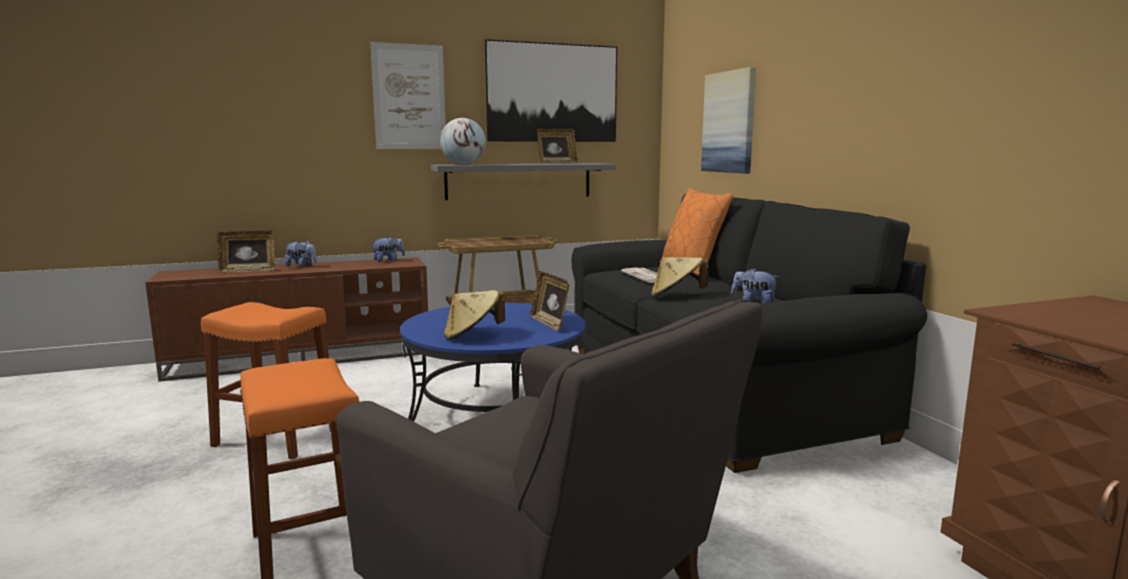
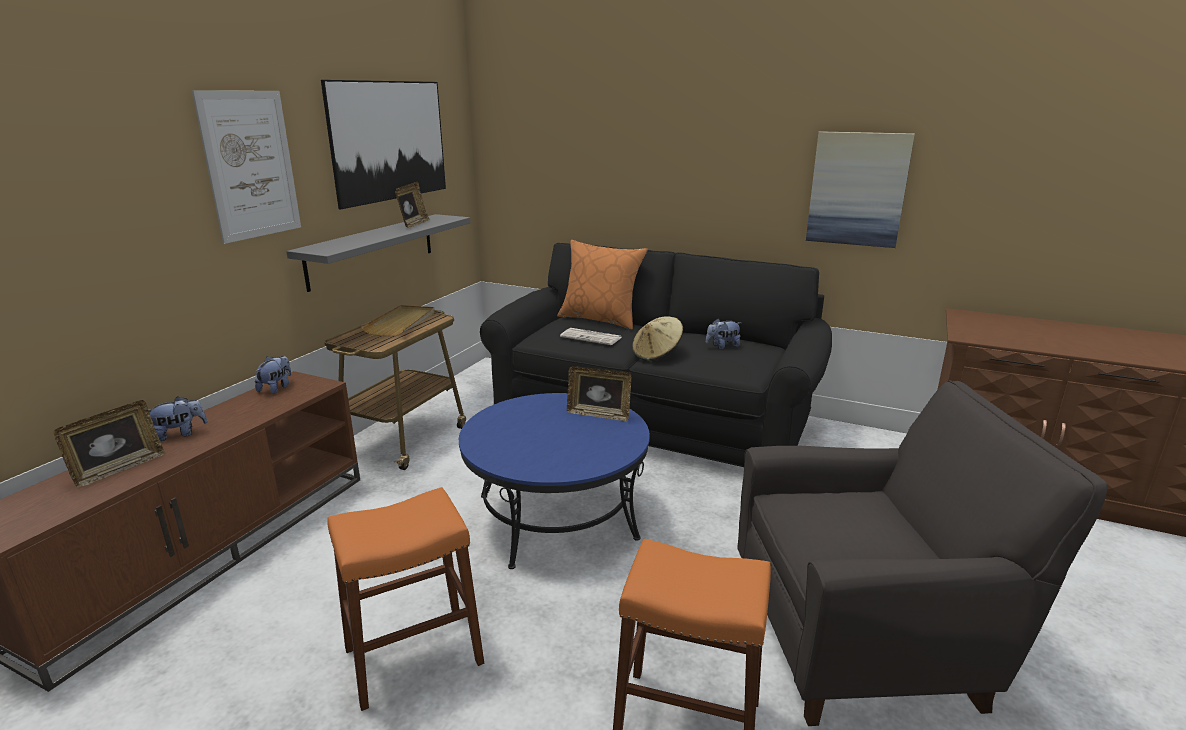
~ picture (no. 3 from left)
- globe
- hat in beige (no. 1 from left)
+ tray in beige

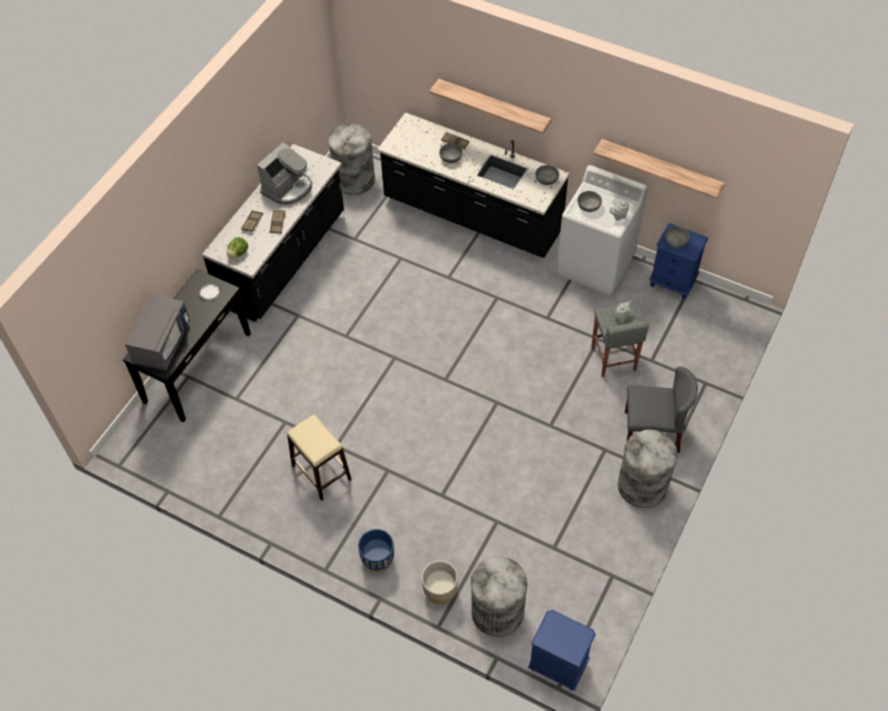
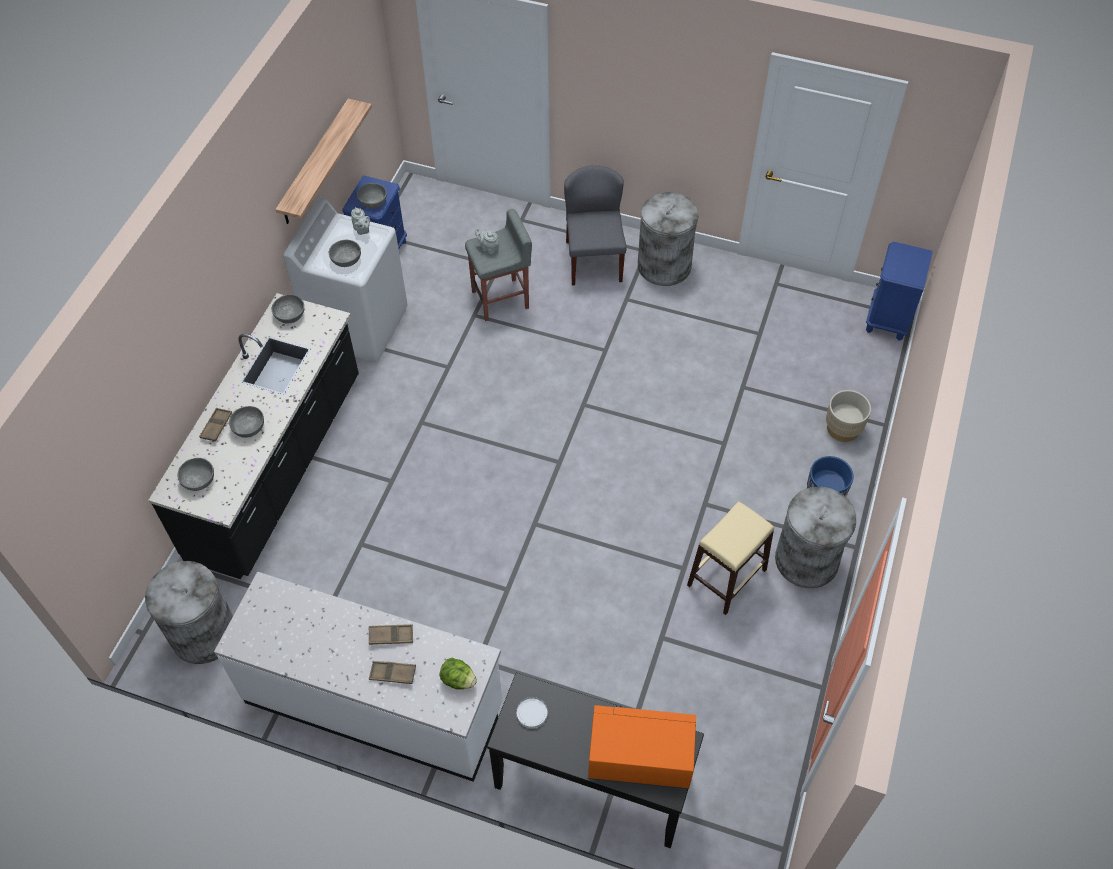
- shelf (no. 1 from left)
- coffee machine
~ counter in black (no. 1 from left) to counter in white
~ microwave in grey to microwave in orange
~ trash can in grey (no. 2 from left in the first image) to trash can in grey (no. 3 from left)
+ bowl in grey (no. 1 from left)

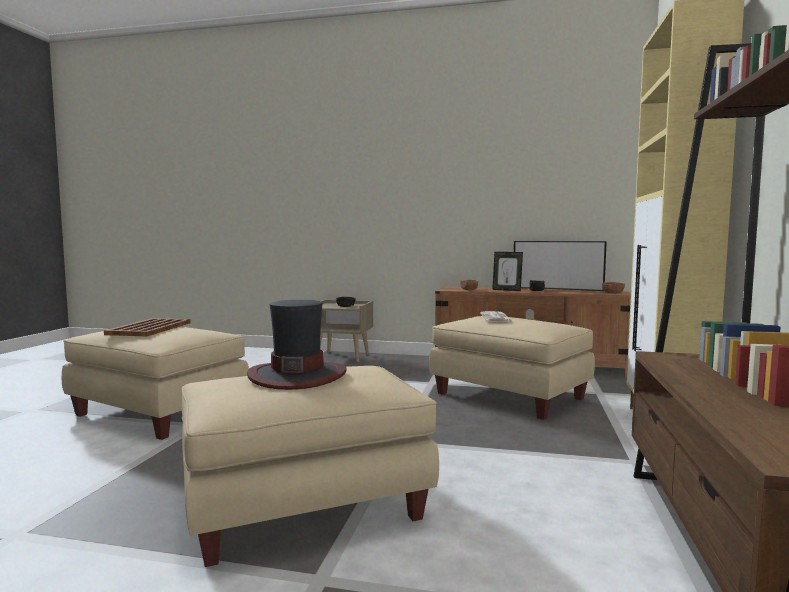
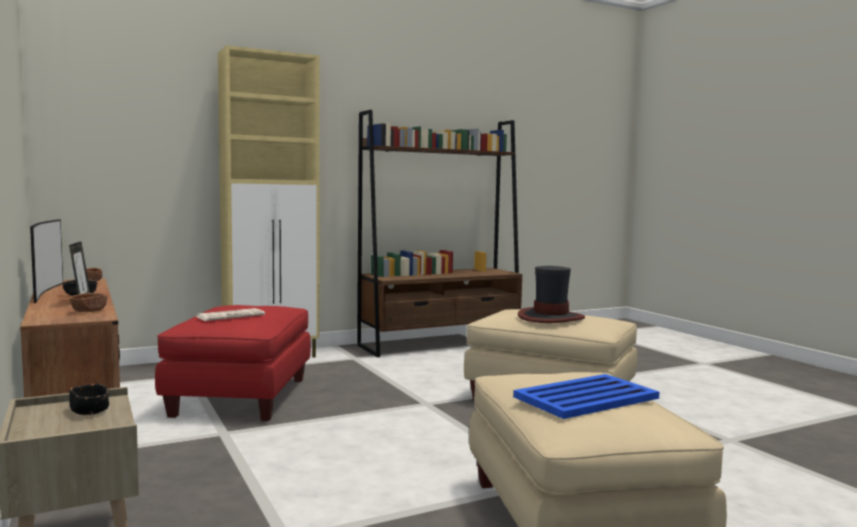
~ ottoman in beige (no. 3 from left) to ottoman in red
~ tray in brown to tray in blue

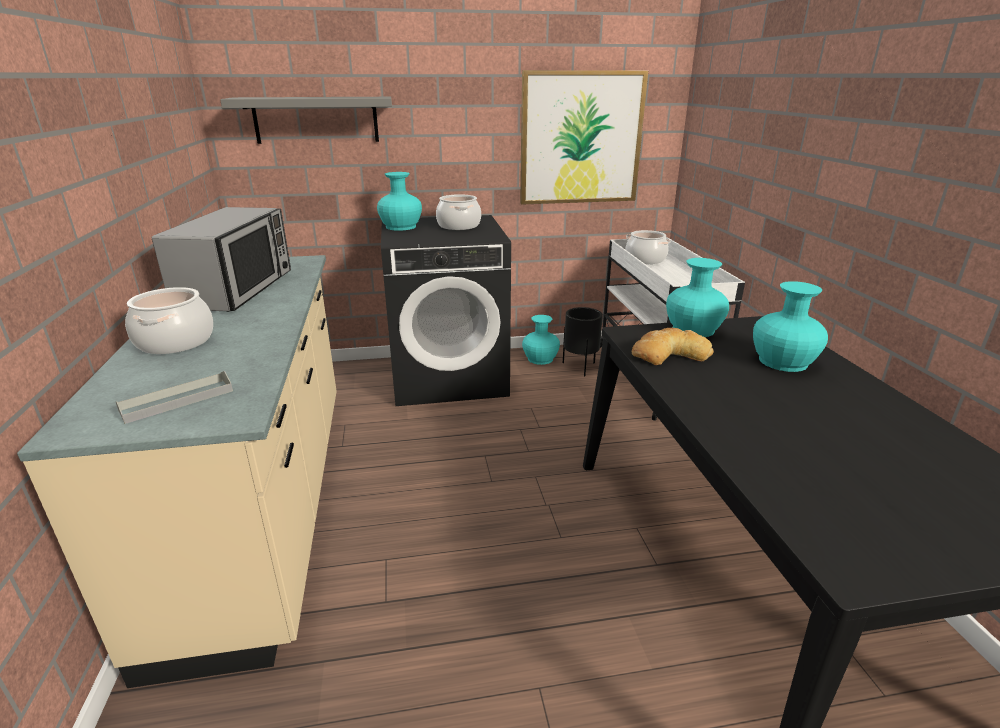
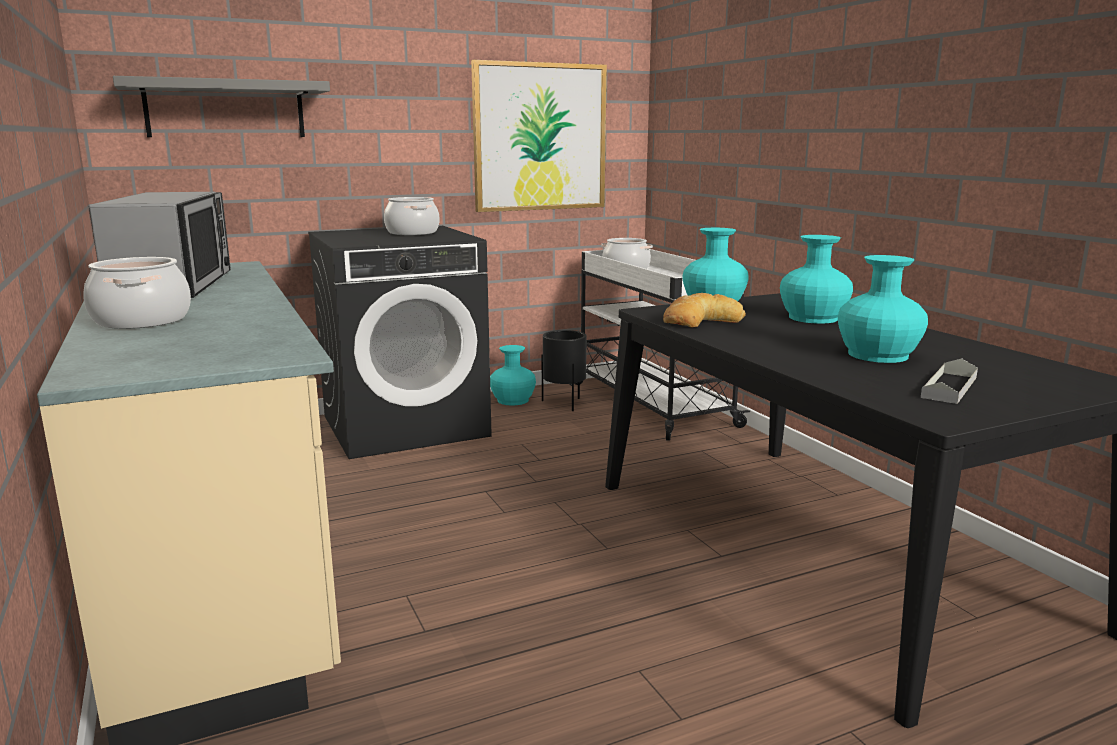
~ vase in turquoise (no. 1 from left in the first image) to vase in turquoise (no. 4 from left)
~ tray in grey

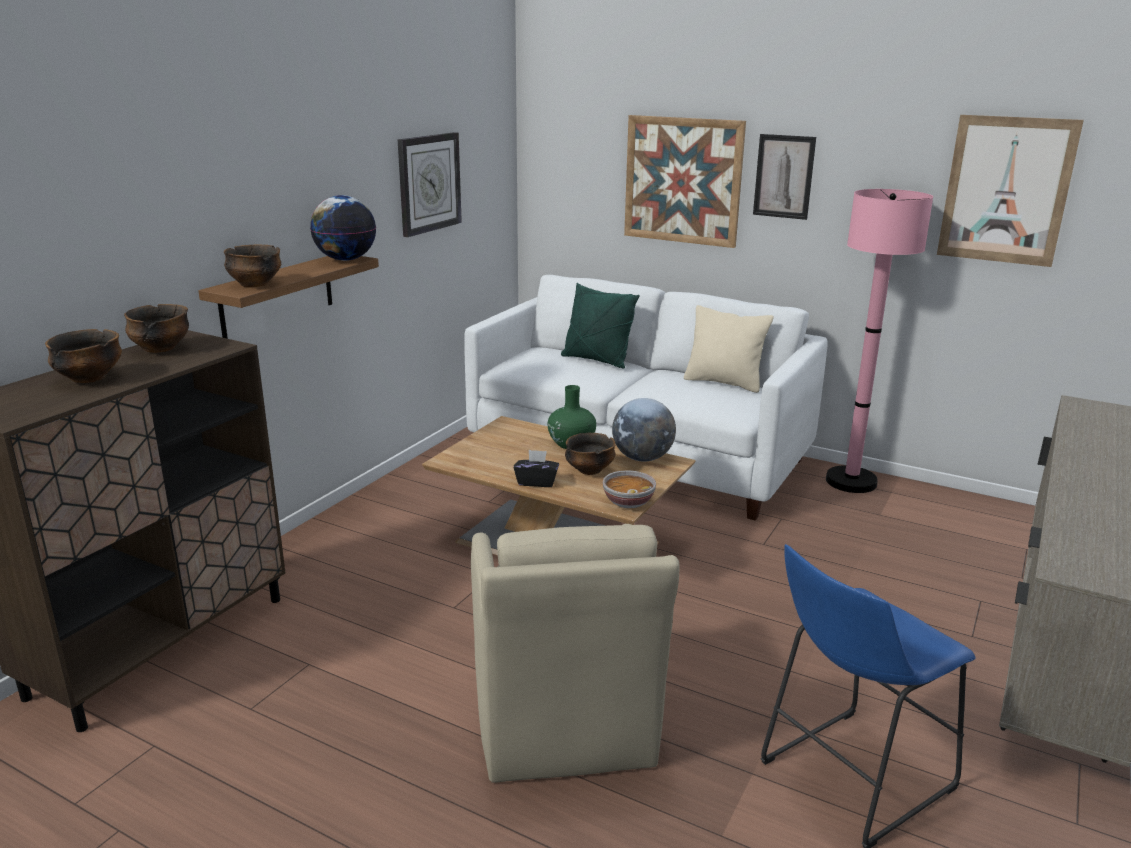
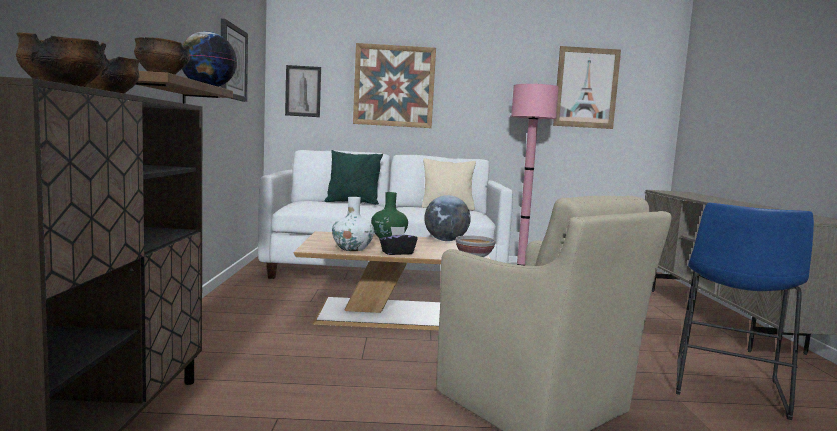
~ picture (no. 2 from left in the first image) to picture (no. 1 from left)
- bowl (no. 4 from left)
+ vase in white

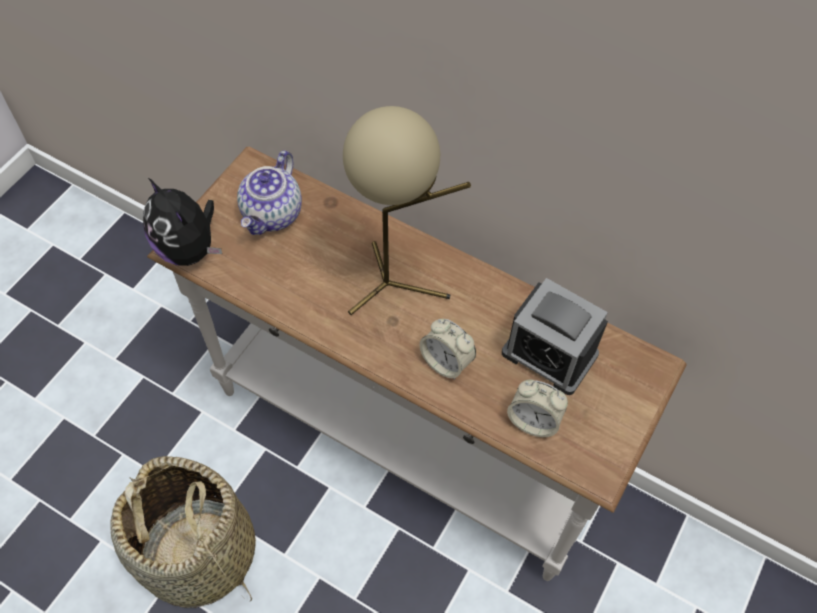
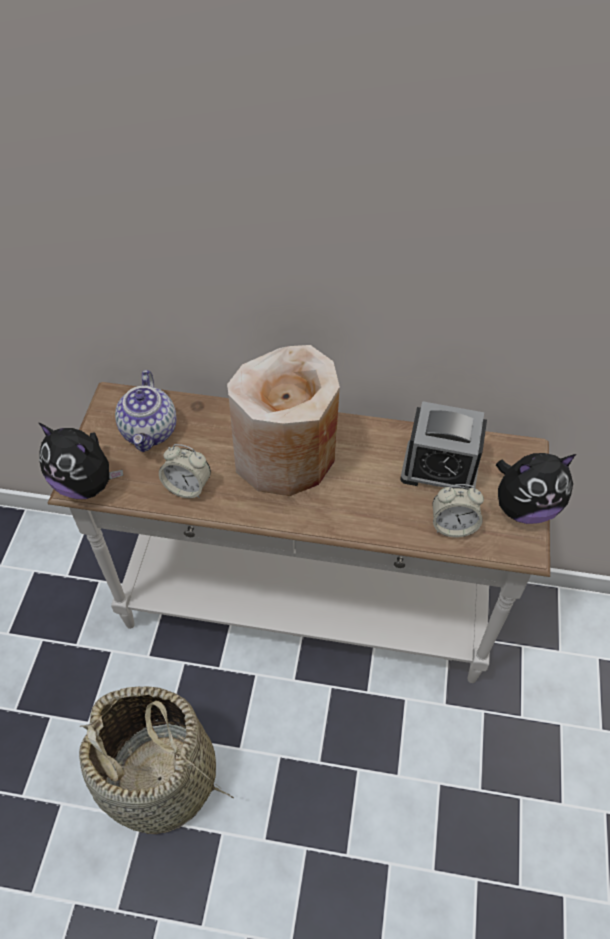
~ table lamp in beige to vase in beige
~ alarm clock (no. 1 from left)
+ plush toy (no. 2 from left)

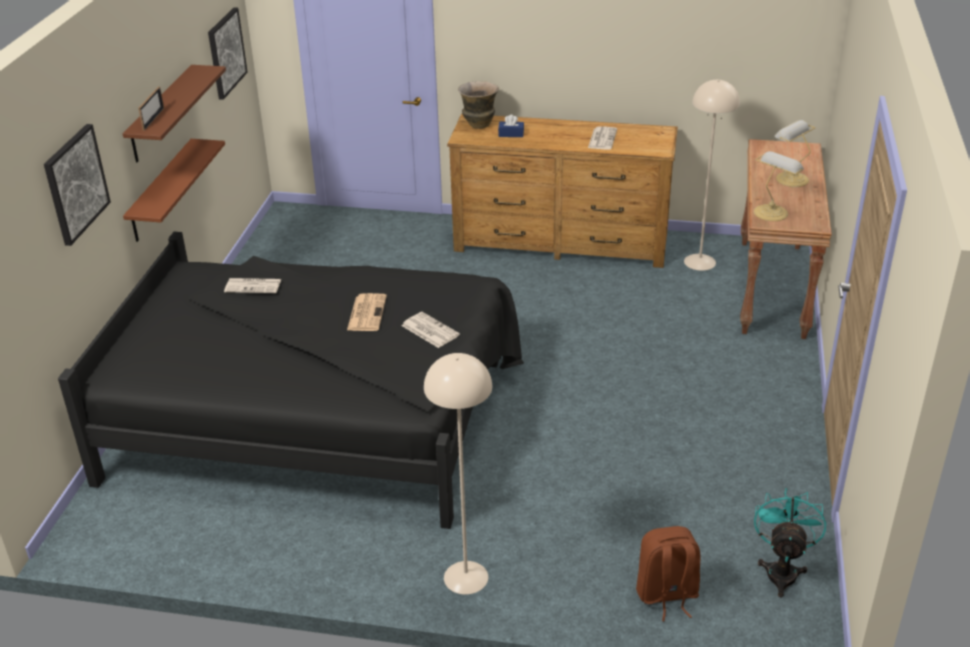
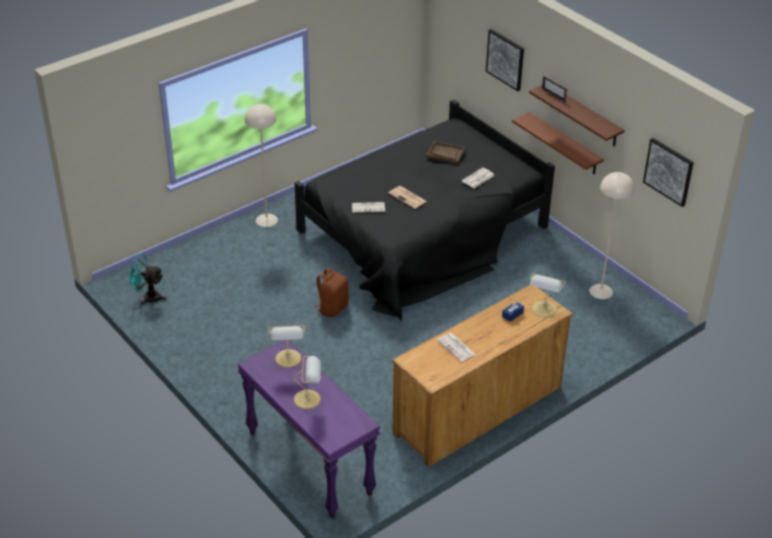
~ floor lamp in beige (no. 2 from left)
~ vase to table lamp (no. 3 from left)
~ console table in brown to console table in purple
~ fan in turquoise 135 degrees clockwise
~ backpack in brown
+ tray in brown

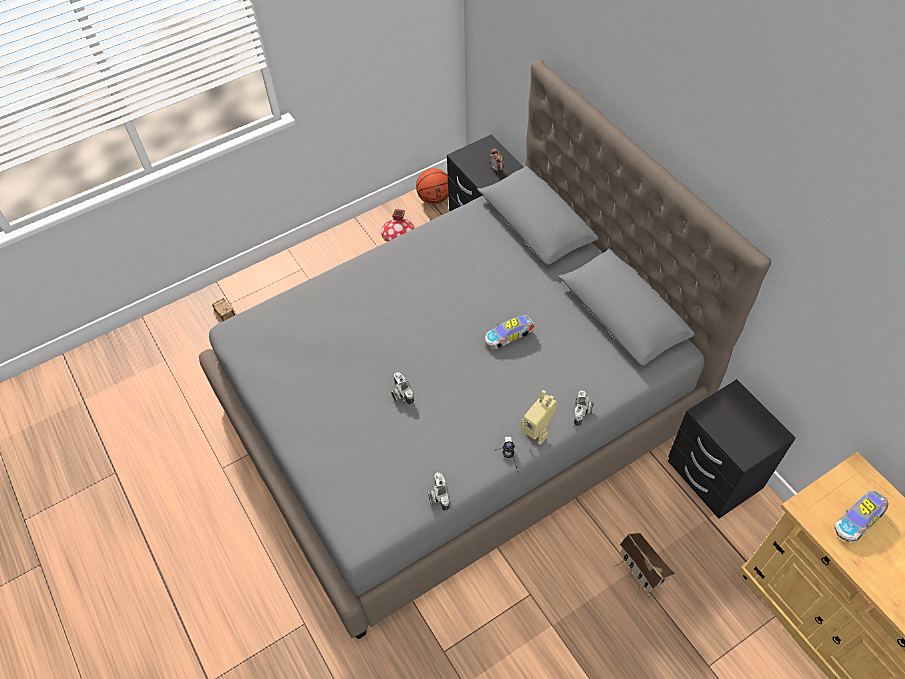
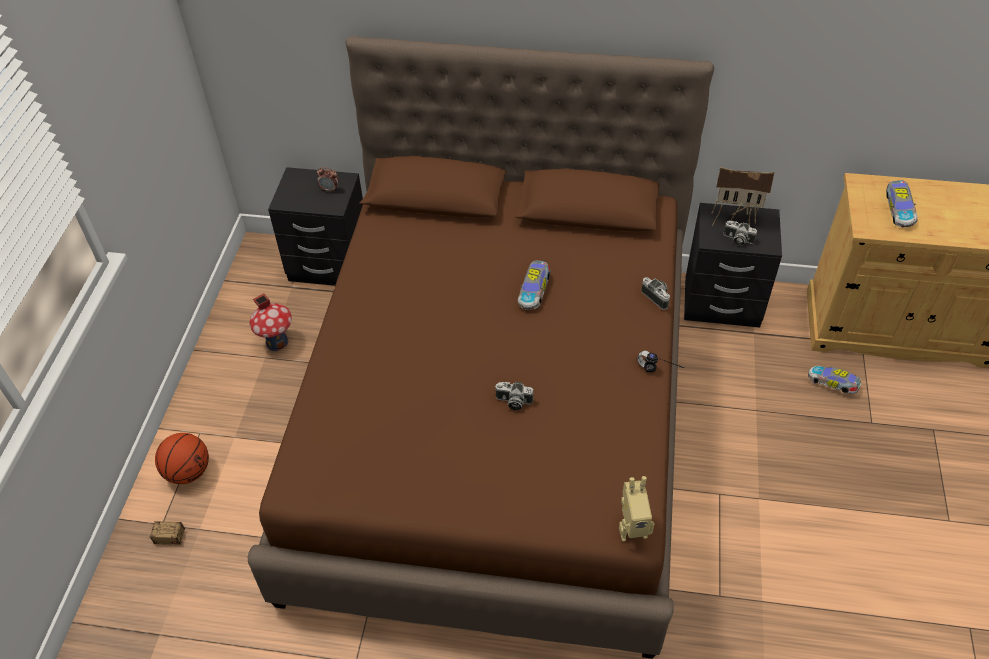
~ bed in grey to bed in brown
~ basketball
~ toy robot
~ photo camera (no. 2 from left in the first image) to photo camera (no. 3 from left)
~ toy house (no. 2 from left)
+ toy car (no. 2 from left)

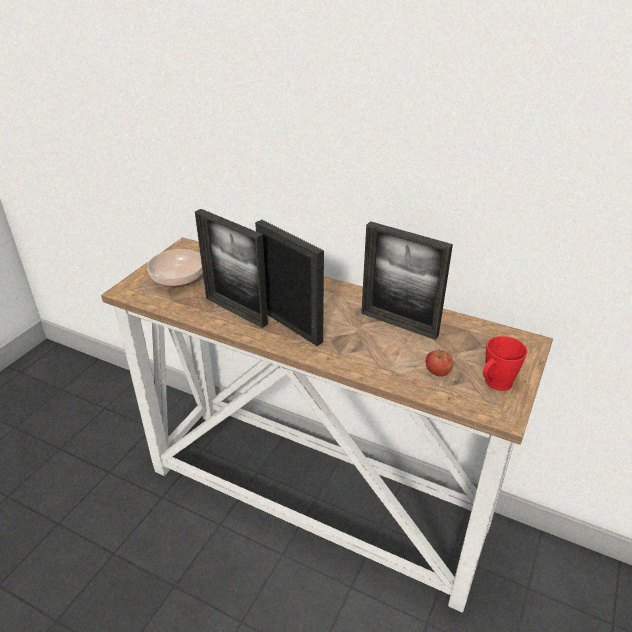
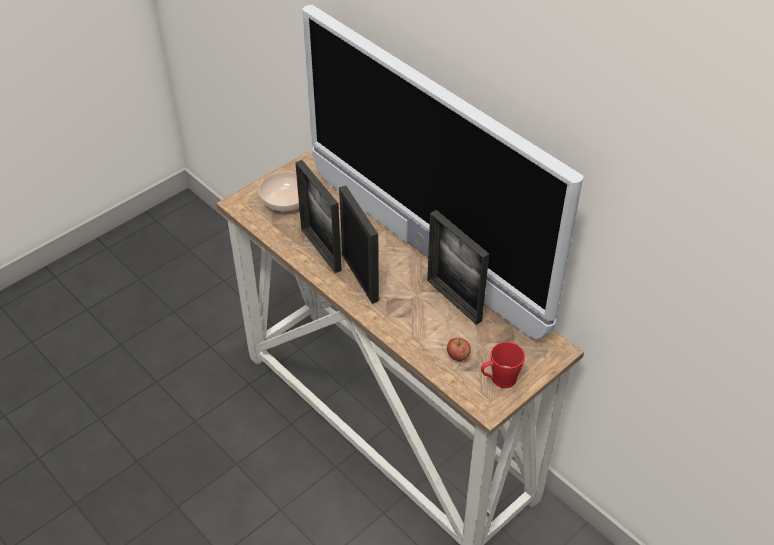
+ television

